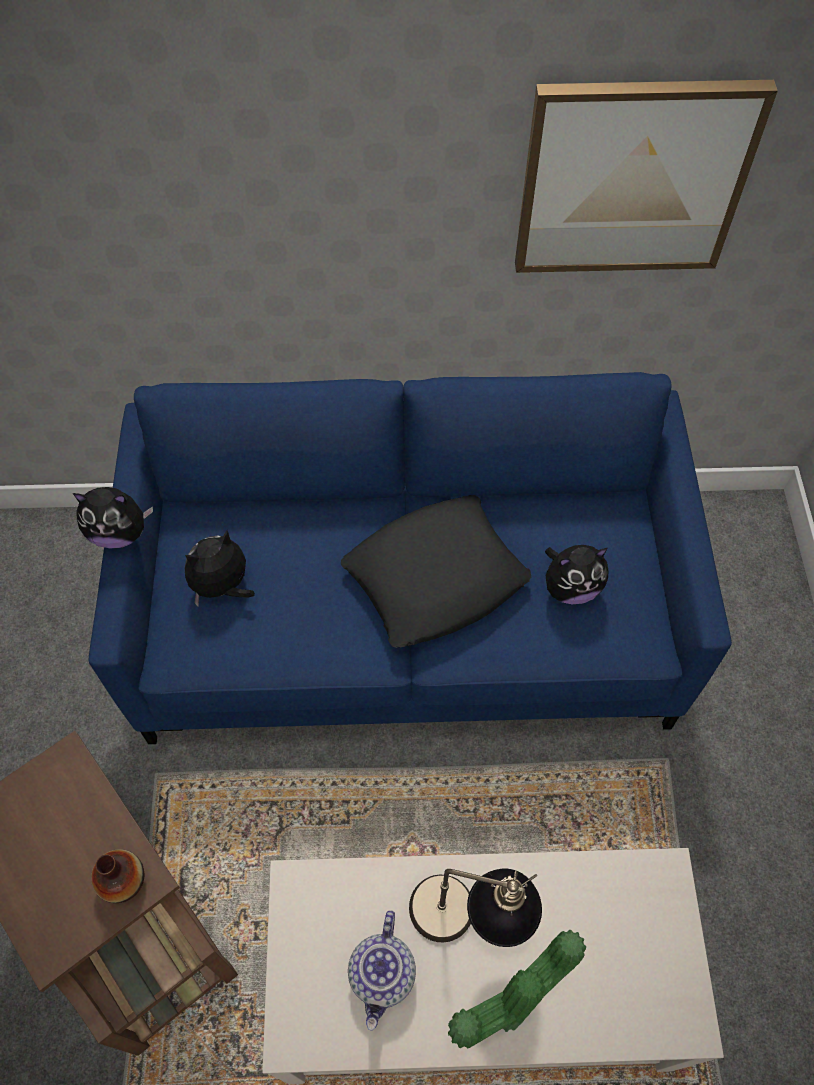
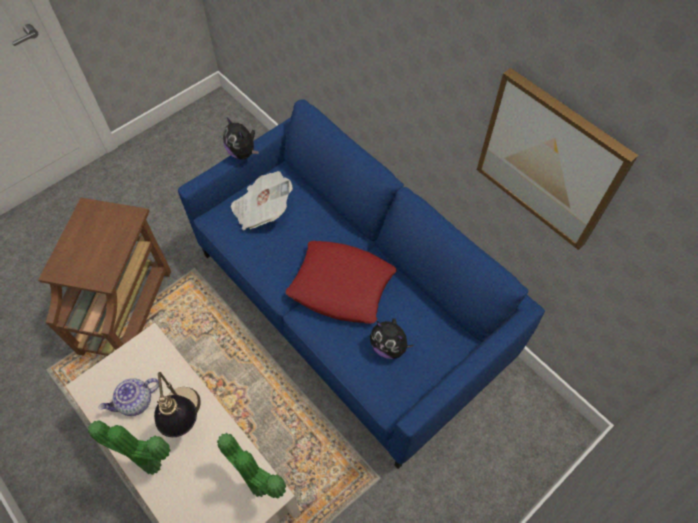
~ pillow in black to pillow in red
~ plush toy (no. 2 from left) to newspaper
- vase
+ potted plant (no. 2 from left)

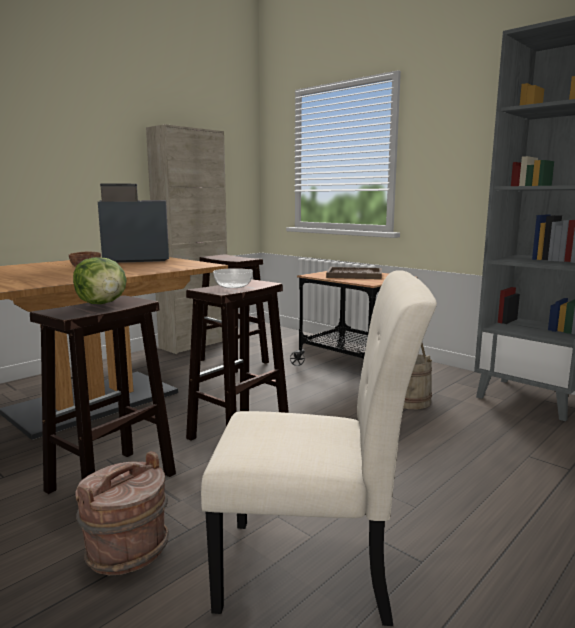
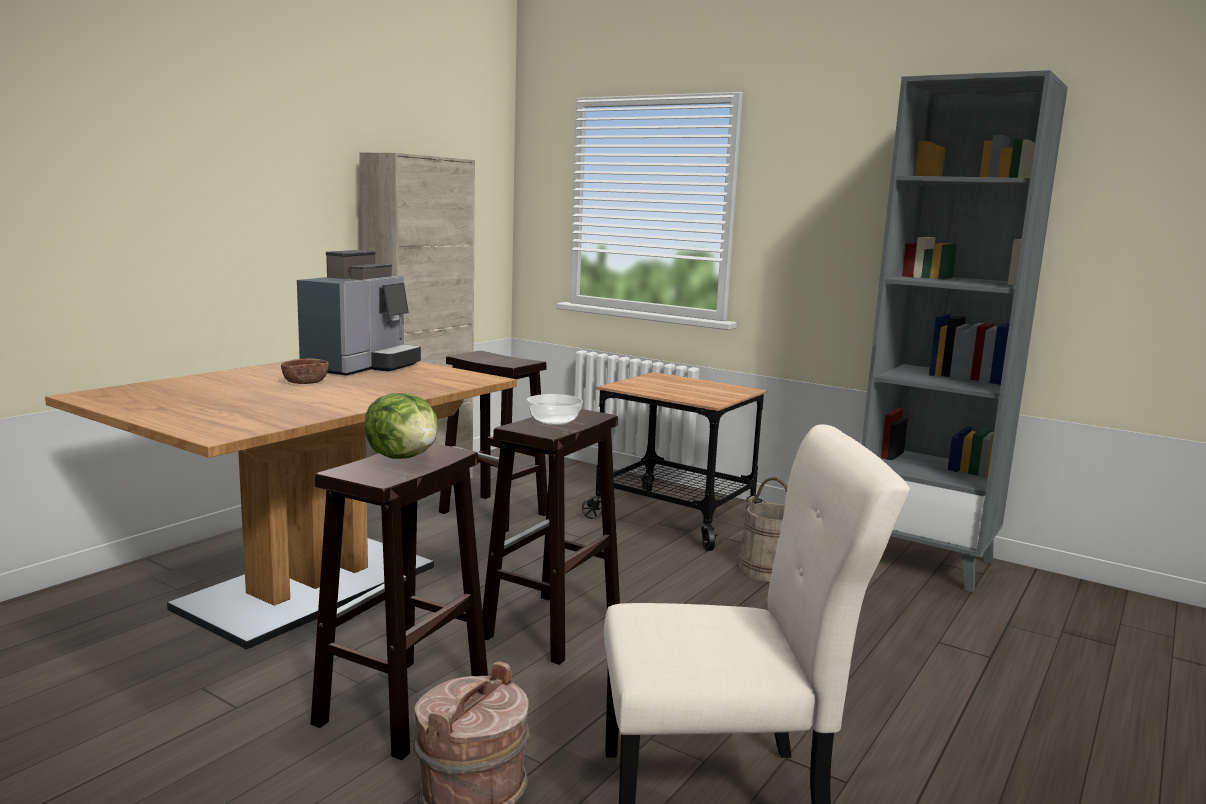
~ coffee machine 135 degrees clockwise
- tray in brown

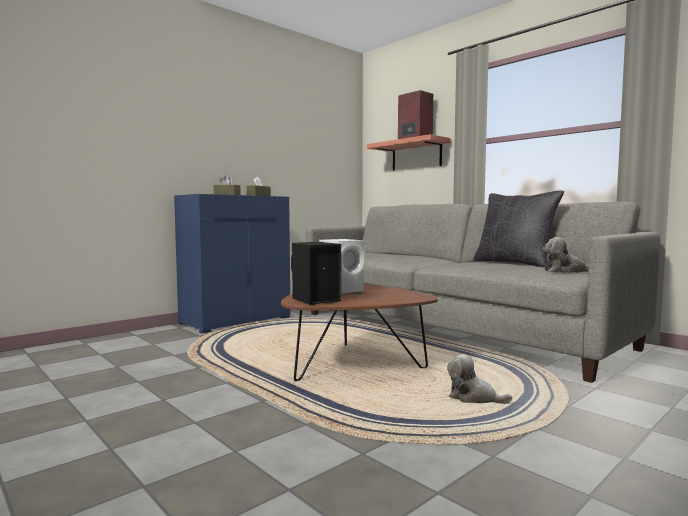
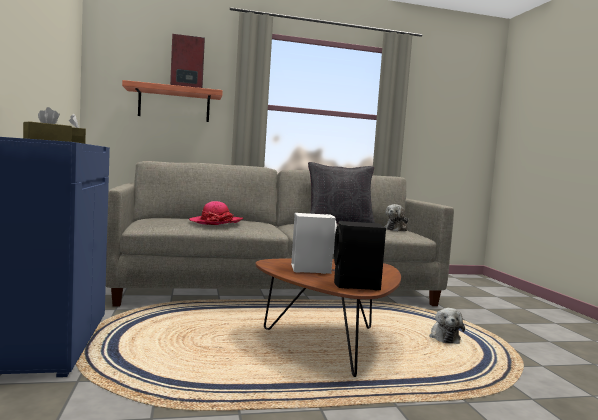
~ plush toy (no. 1 from left in the first image) 60 degrees counterclockwise
+ hat

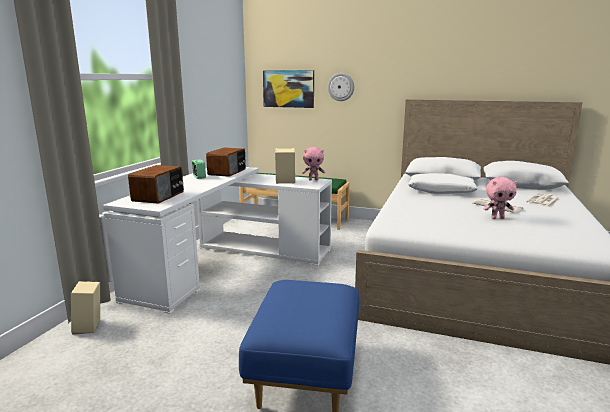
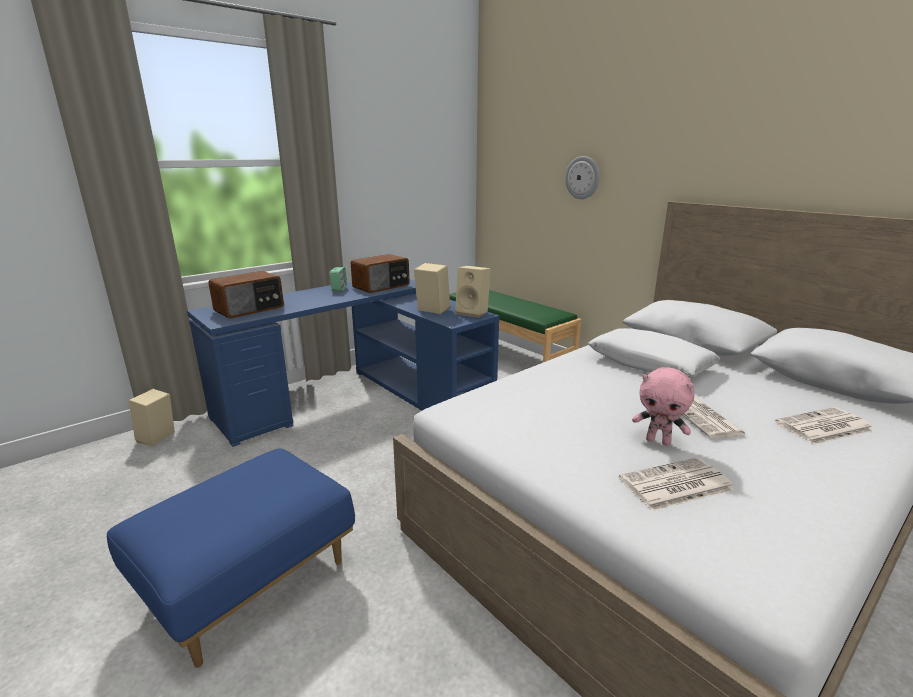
- picture
~ plush toy in pink (no. 1 from left) to speaker in beige (no. 3 from left)
~ desk in white to desk in blue
+ newspaper (no. 1 from left)

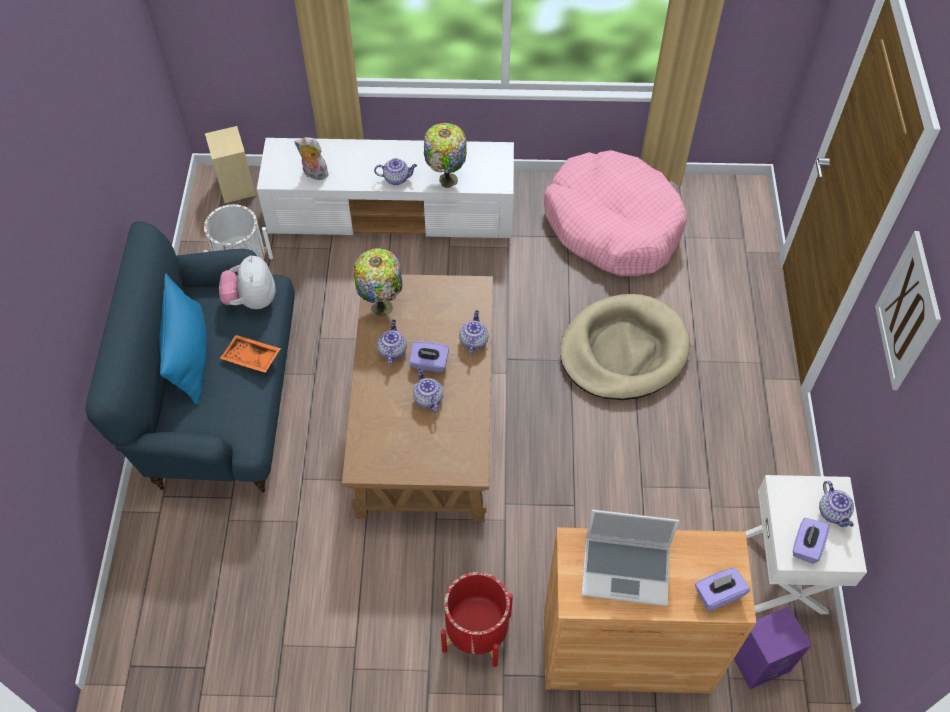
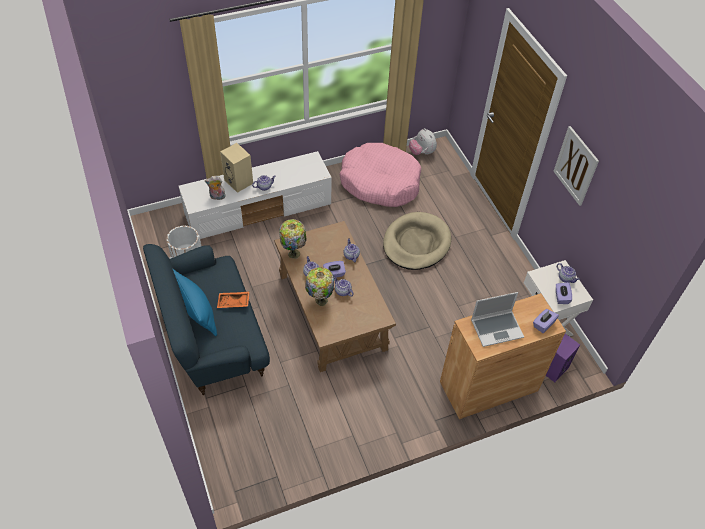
~ table lamp (no. 2 from left)
~ speaker in beige
~ plush toy (no. 1 from left in the first image) to plush toy (no. 2 from left)
- planter in red

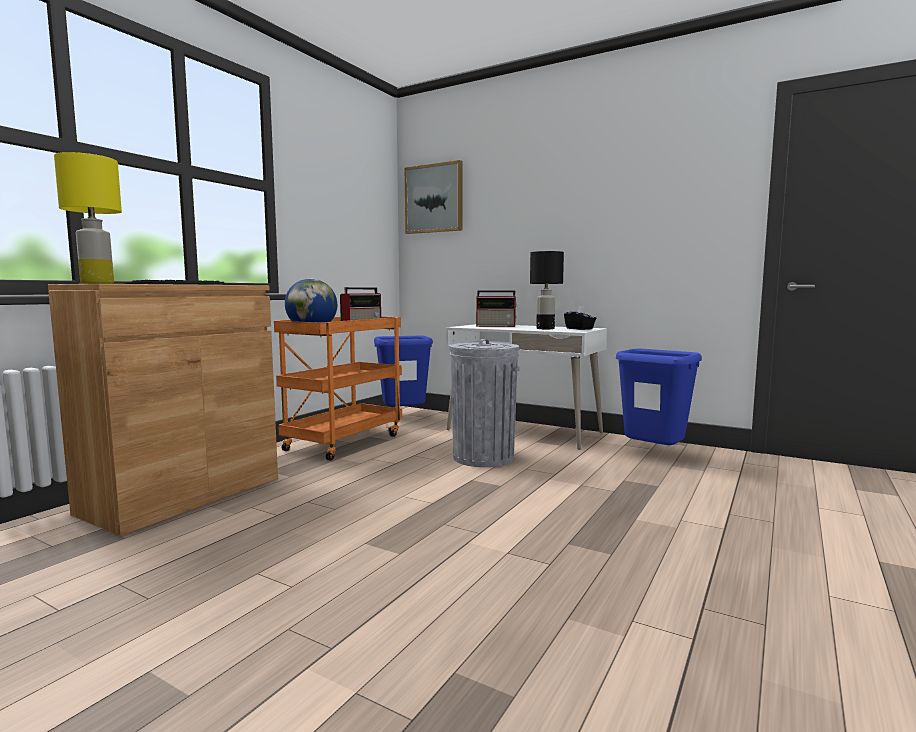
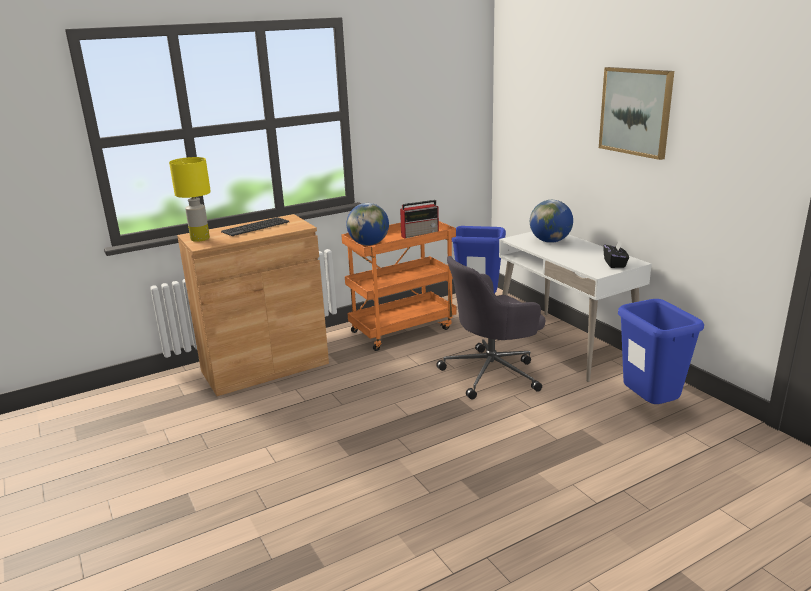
~ picture
- table lamp in black
~ radio (no. 2 from left) to globe (no. 2 from left)
~ trash can in grey to office chair in grey

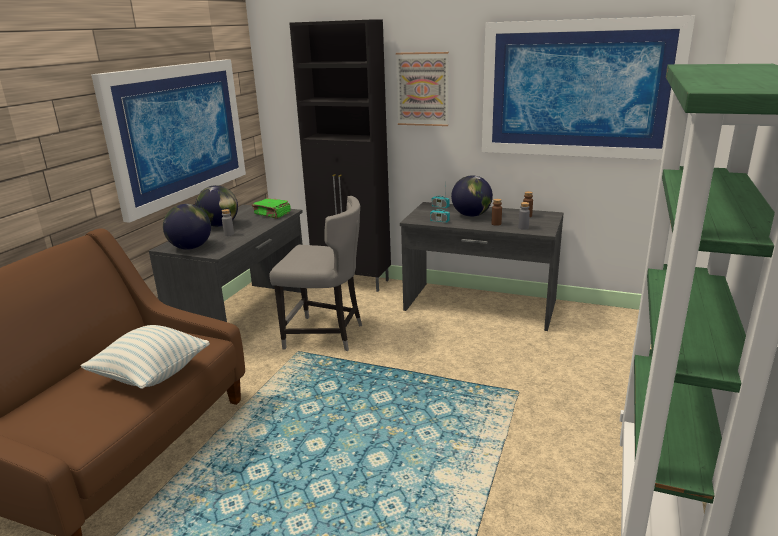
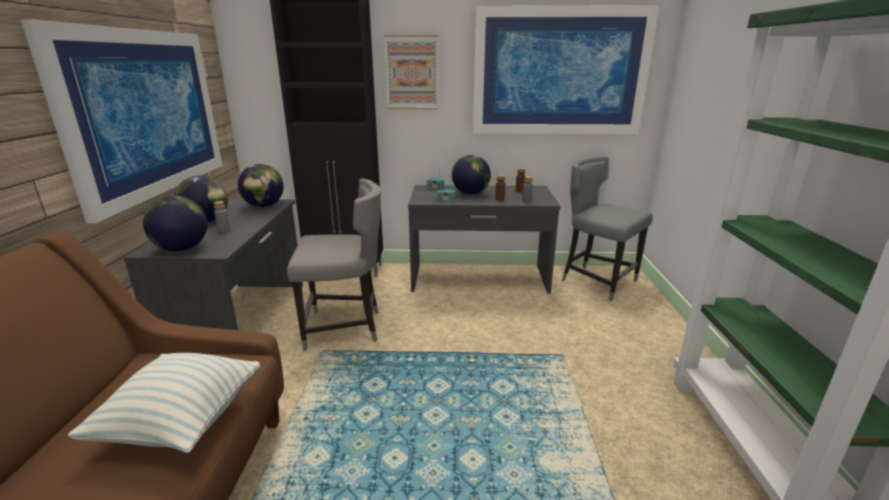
~ book in green to globe (no. 3 from left)
+ chair in grey (no. 2 from left)

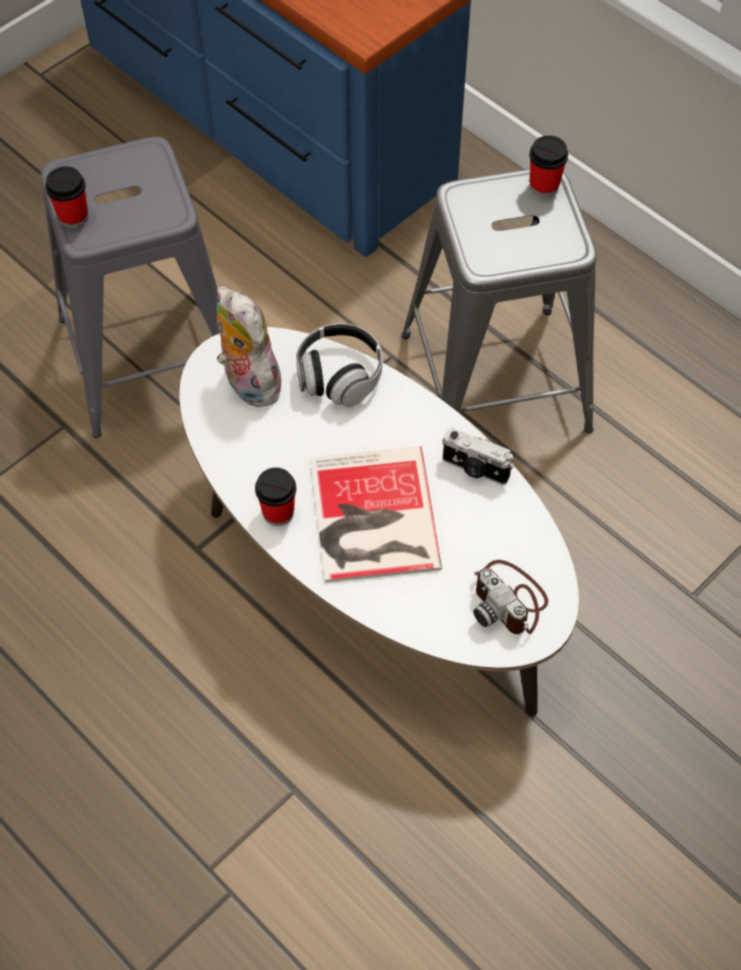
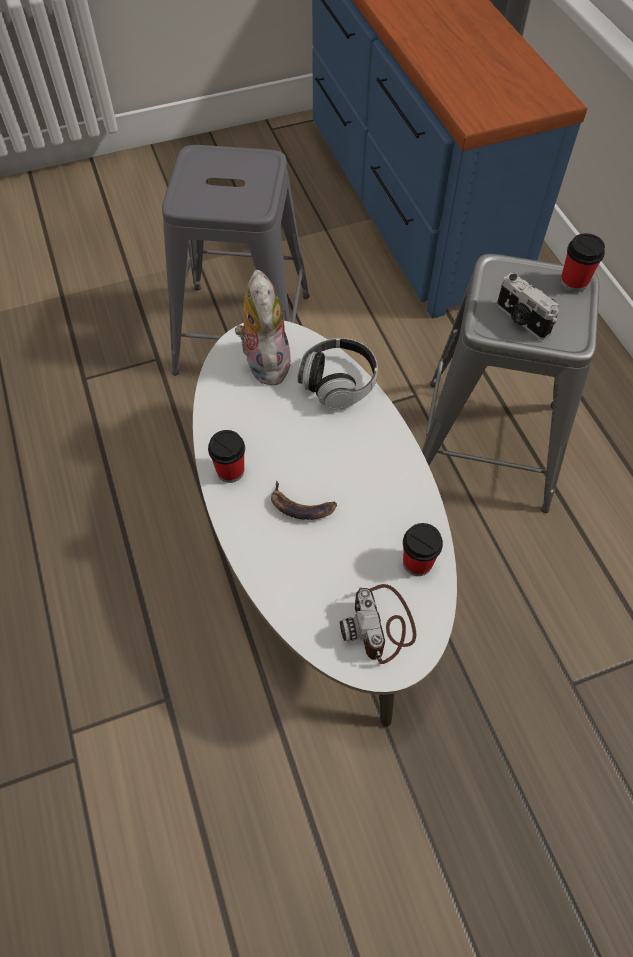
~ cup (no. 1 from left in the first image) to cup (no. 2 from left)
~ photo camera (no. 1 from left in the first image) to photo camera (no. 2 from left)
~ book to banana

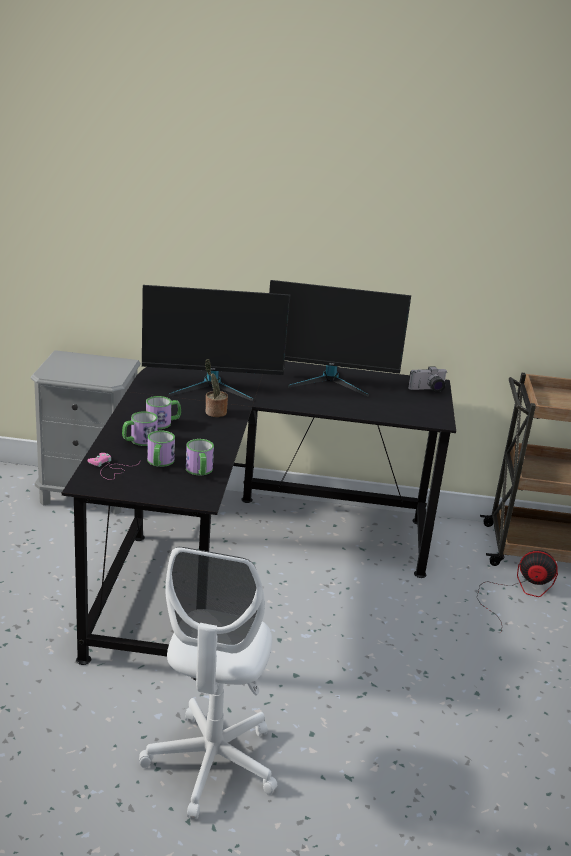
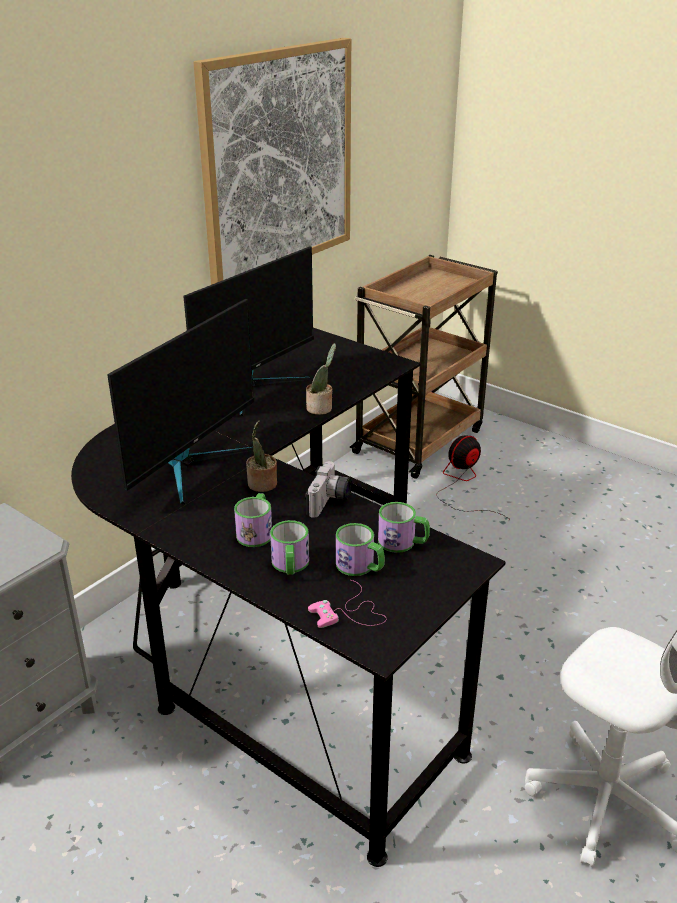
~ photo camera
+ picture
+ potted plant (no. 2 from left)

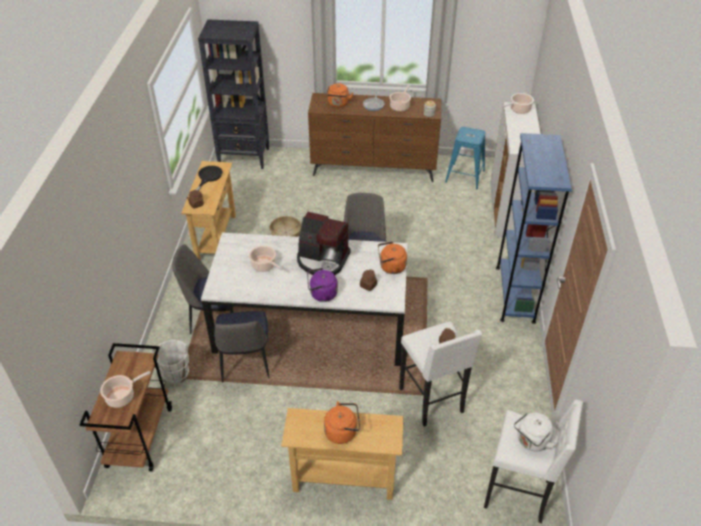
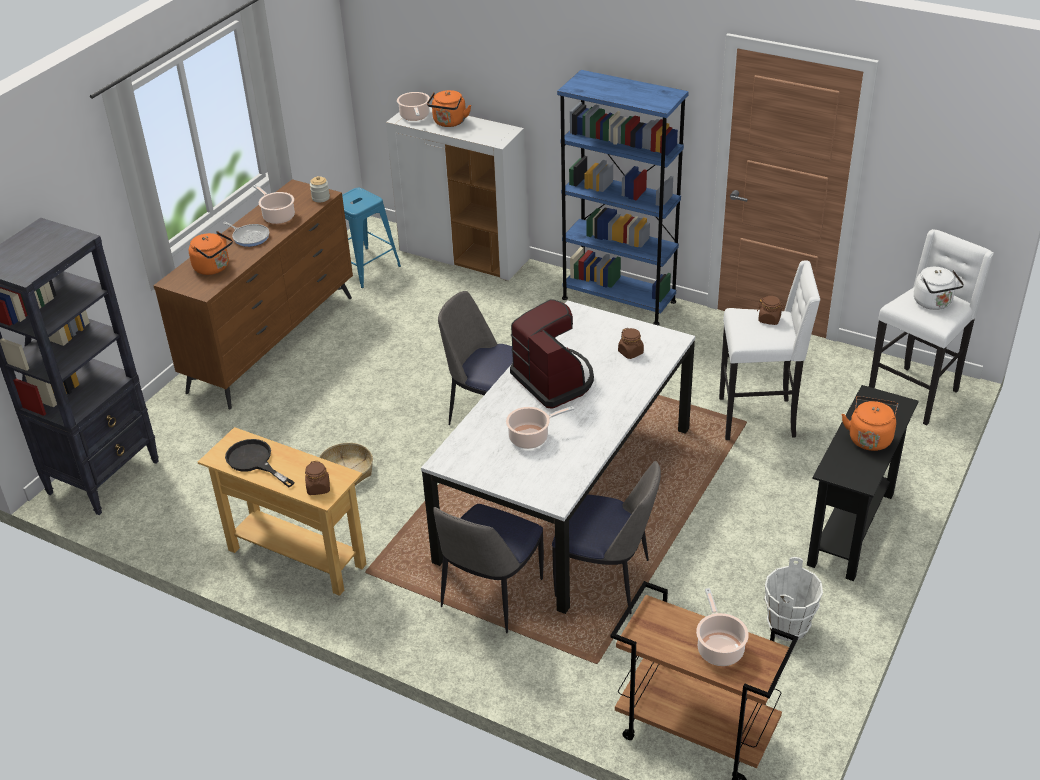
~ coffee machine 75 degrees counterclockwise
~ kettle in orange (no. 3 from left in the first image) to kettle in orange (no. 2 from left)
- kettle in purple
~ bucket in white
~ console table in beige (no. 2 from left) to console table in black

